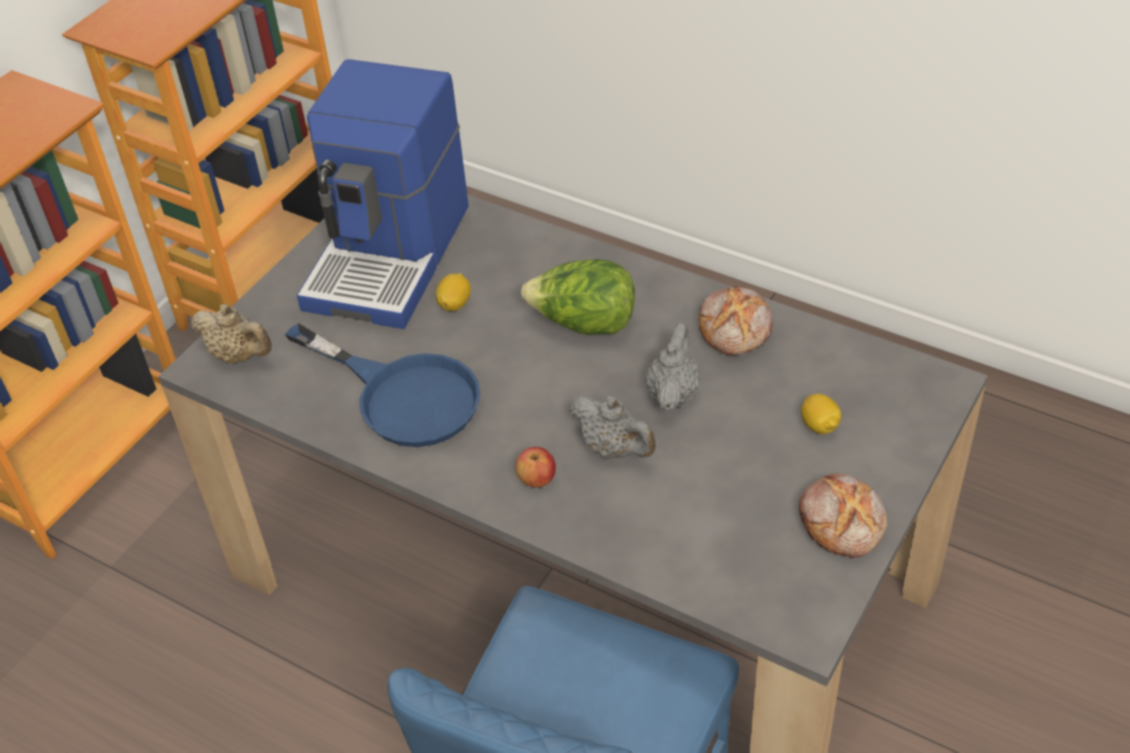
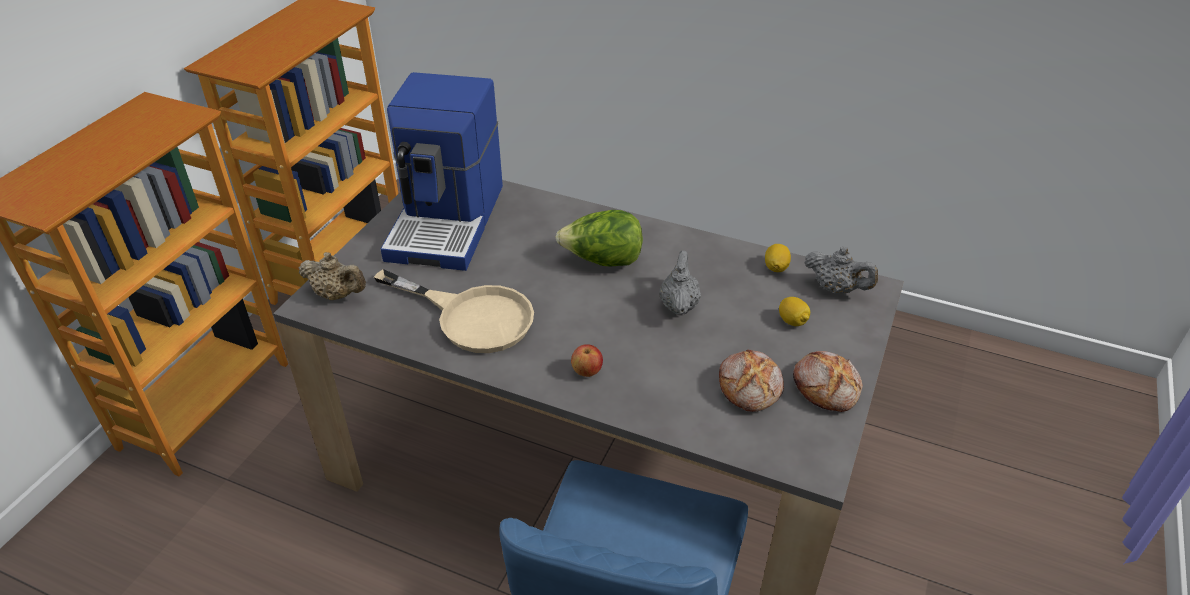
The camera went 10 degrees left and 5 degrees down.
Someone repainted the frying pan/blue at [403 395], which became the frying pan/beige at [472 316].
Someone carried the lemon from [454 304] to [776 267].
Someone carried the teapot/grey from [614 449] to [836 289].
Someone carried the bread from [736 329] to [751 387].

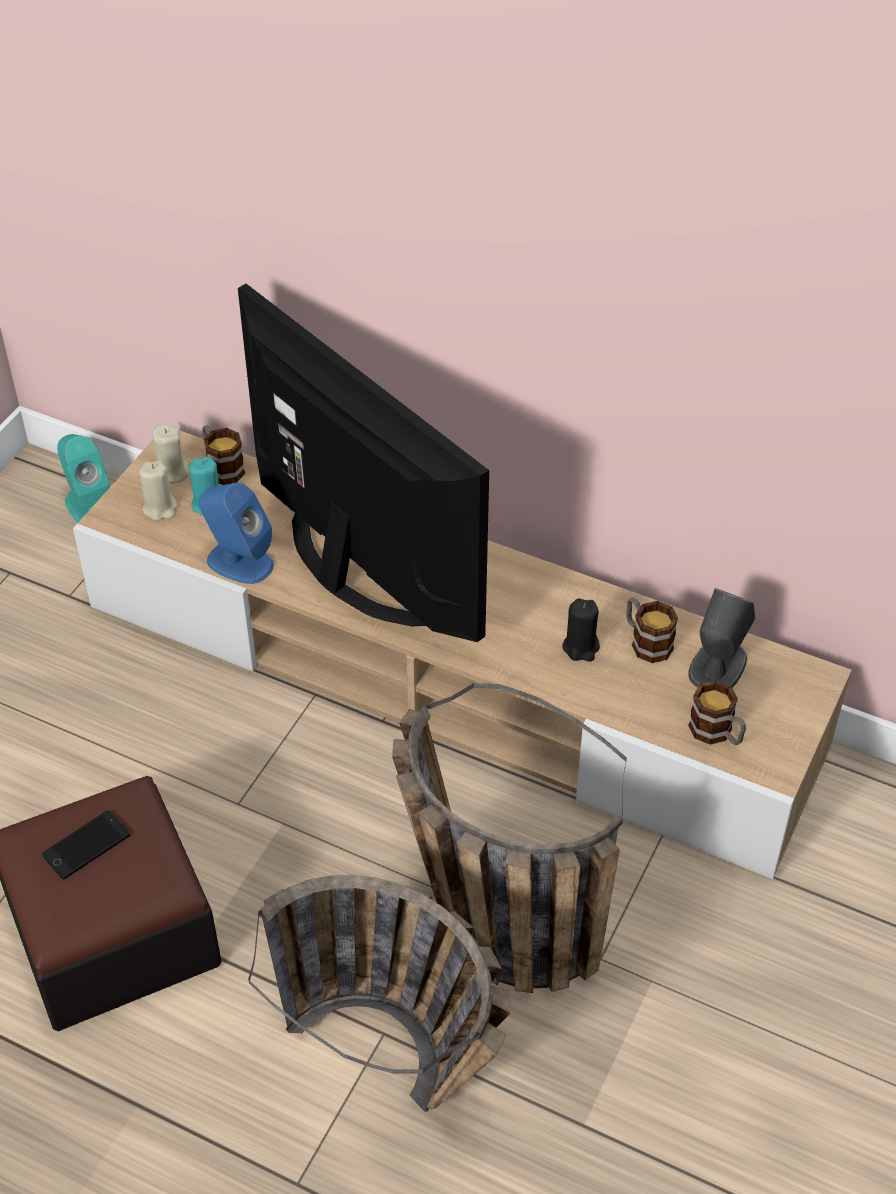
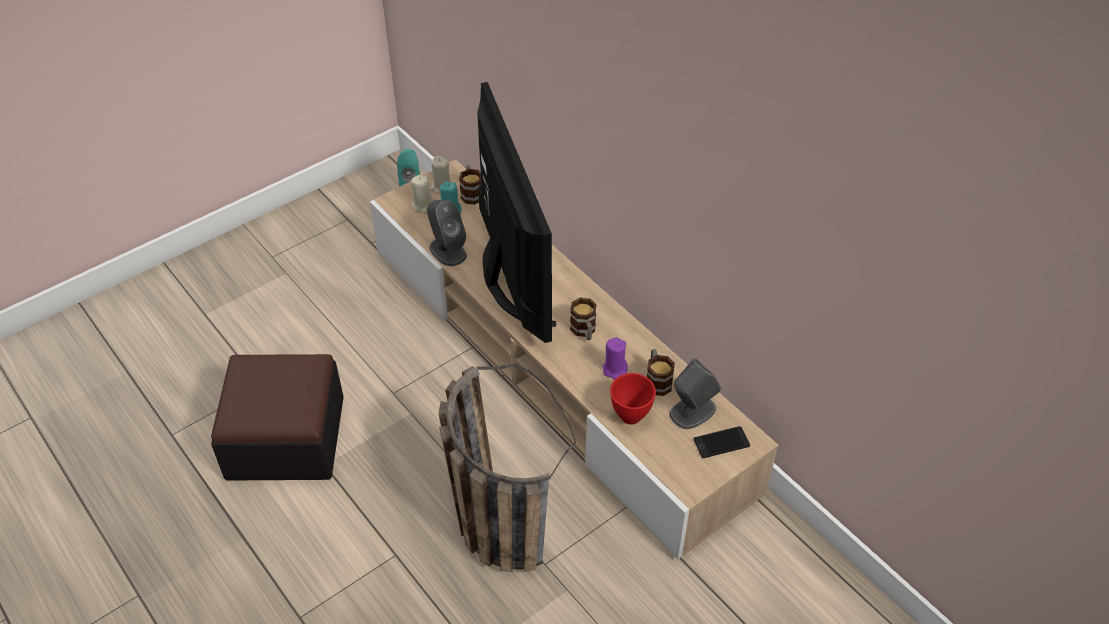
The camera went 25 degrees right and 0 degrees up.
Someone carried the phone from [86 845] to [721 443].
Someone repainted the speaker/blue at [239 562], which became the speaker/grey at [447 251].
Someone took away the basket at [402 1067].
Someone repainted the candle/black at [581 647], which became the candle/purple at [614 369].
Someone carried the mug from [717 733] to [584 331].
Someone put down the bowl/red at [629 416].

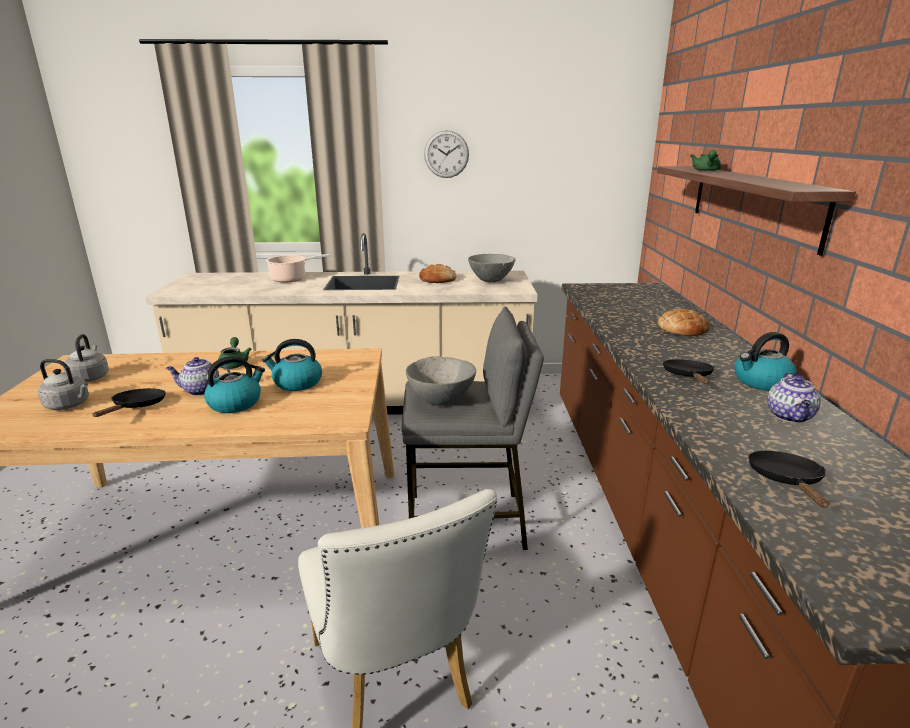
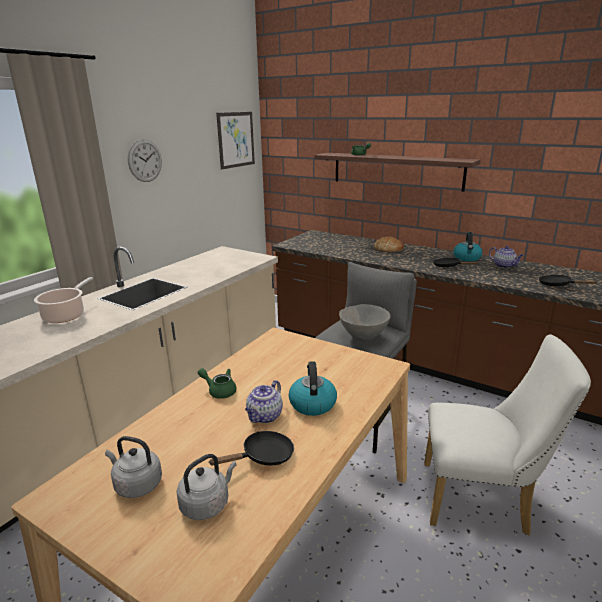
The camera went 55 degrees left and 0 degrees up.
Someone rotated the frying pan/black at [137 407] by 105 degrees clockwise.
Someone took away the kettle at [297 383].
Someone took away the bread at [438 279].
Someone took away the bowl/grey at [491 281].
Someone put up the picture at [236 139].

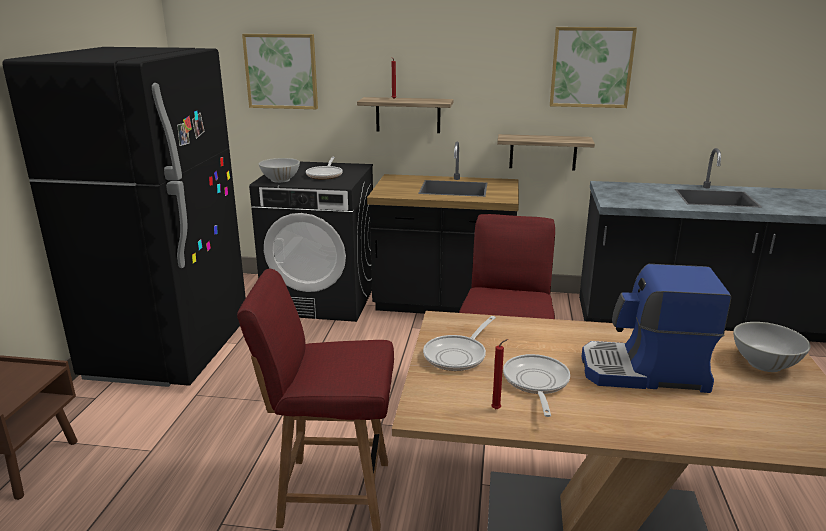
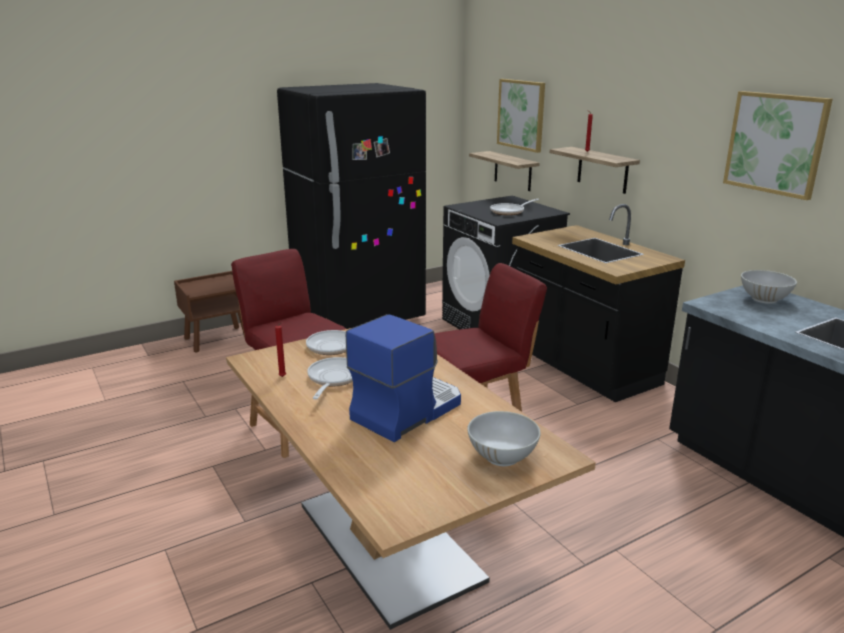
The camera went 50 degrees right and 0 degrees up.
Someone carried the bowl/white from [280 180] to [764 299].
Someone carried the shelf from [543 152] to [513 171].
Someone rotated the frying pan at [536 383] by 45 degrees counterclockwise.
Someone rotated the coffee machine at [644 372] by 75 degrees clockwise.

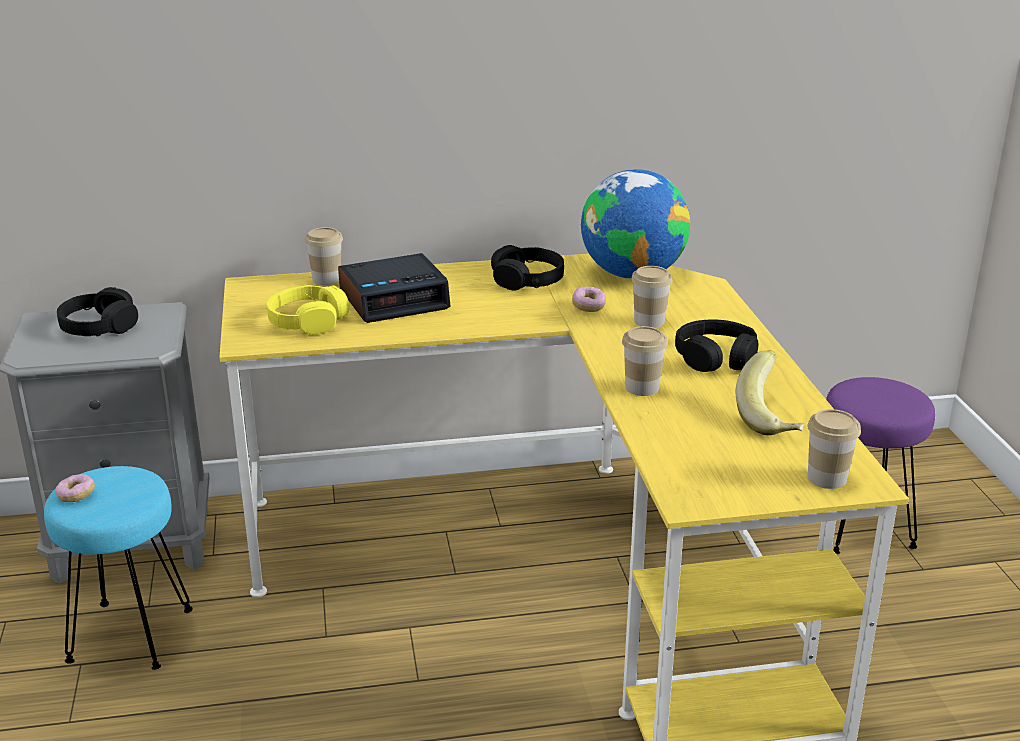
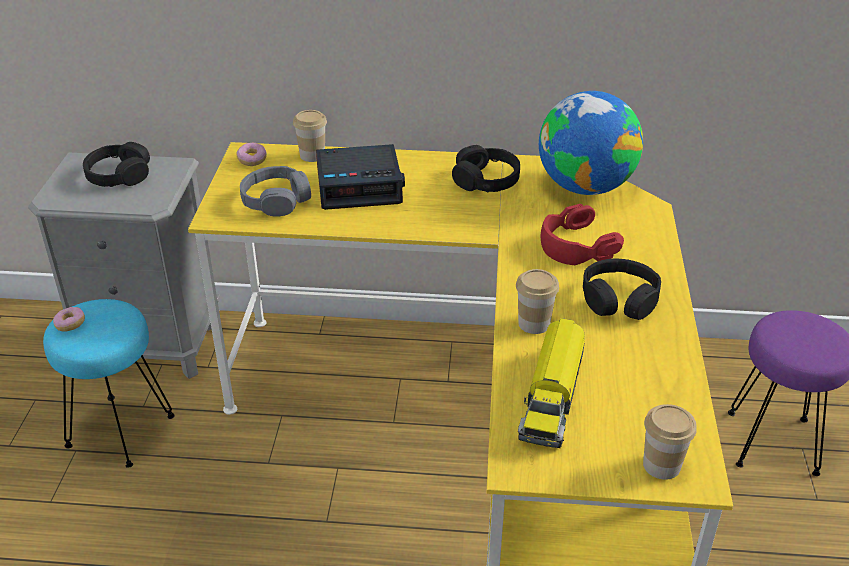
The camera went 15 degrees right and 10 degrees up.
Someone repainted the headphones/yellow at [308 321], which became the headphones/grey at [276 200].
Someone carried the donut from [588 306] to [252 160].
Someone swapped the cup at [649 321] for the headphones/red at [575 245].
Someone took away the banana at [772 418].
Someone put down the toy truck at [552 395].

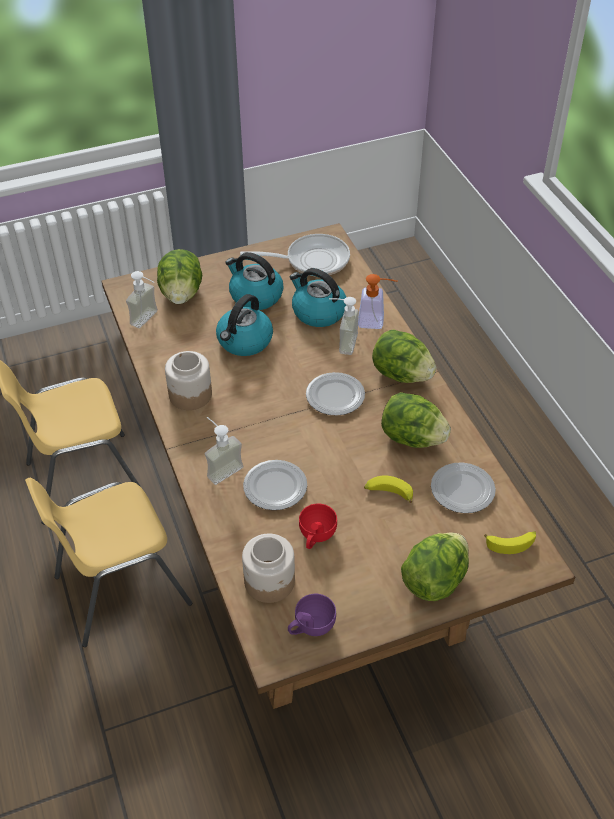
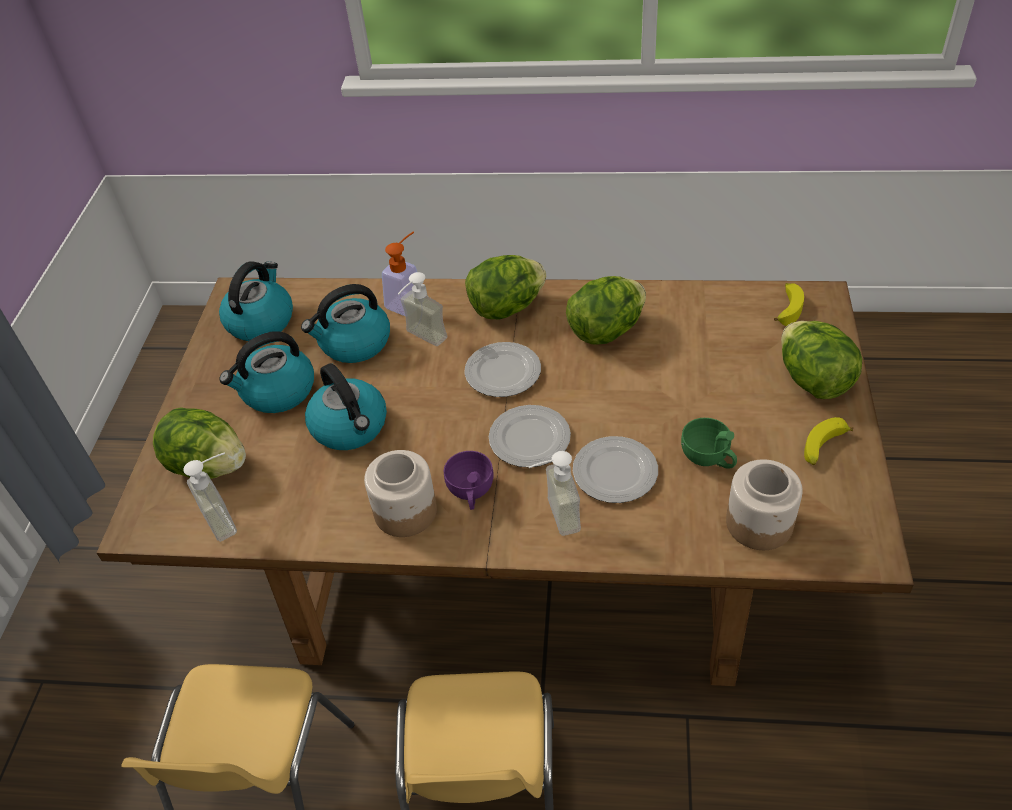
The camera went 60 degrees left and 0 degrees up.
Someone swapped the frying pan at [312 260] for the kettle at [261 321].
Someone carried the cup/purple from [311 626] to [471 493].
Someone repainted the cup/red at [316 536], which became the cup/green at [709 458].
Someone carried the banana from [388 493] to [823 448].
Someone carried the plate from [461 490] to [529 440].

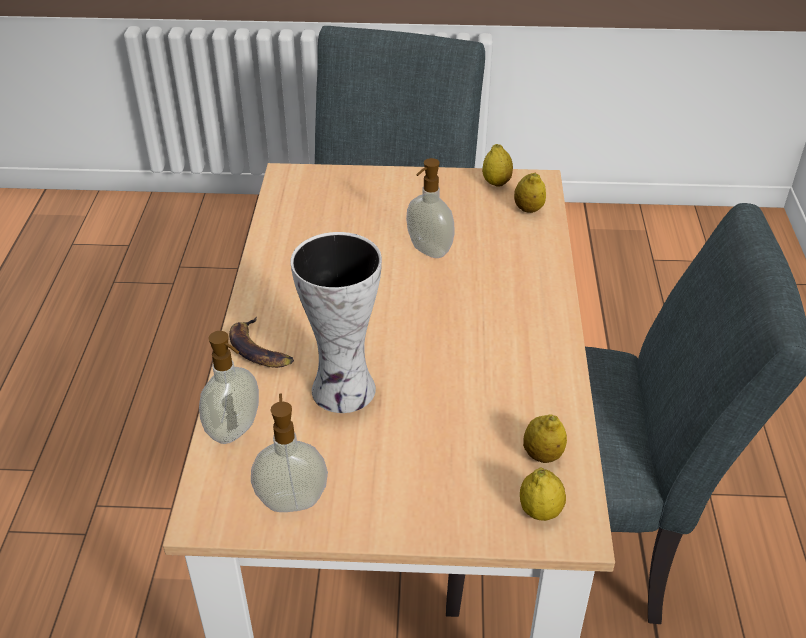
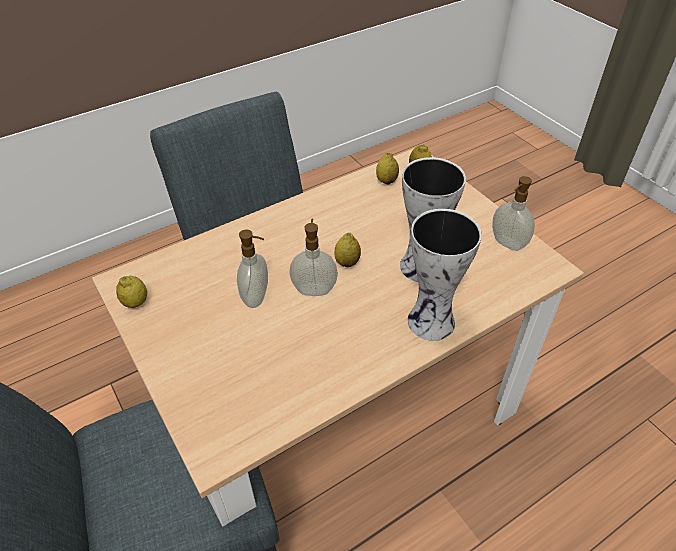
The camera went 125 degrees left and 5 degrees up.
Someone carried the soap dispenser from [235 430] to [314 289].
Someone swapped the banana at [260 349] for the vase at [432 323].
Someone carried the lemon from [528 209] to [347 262].

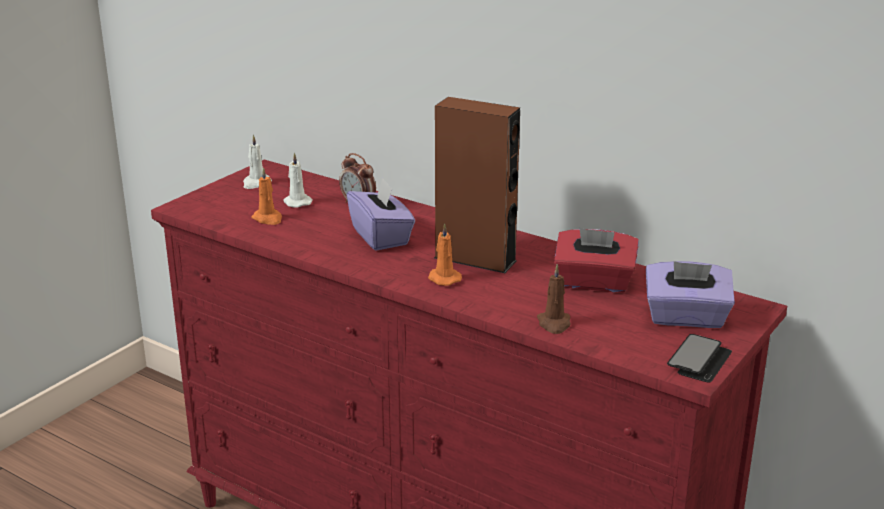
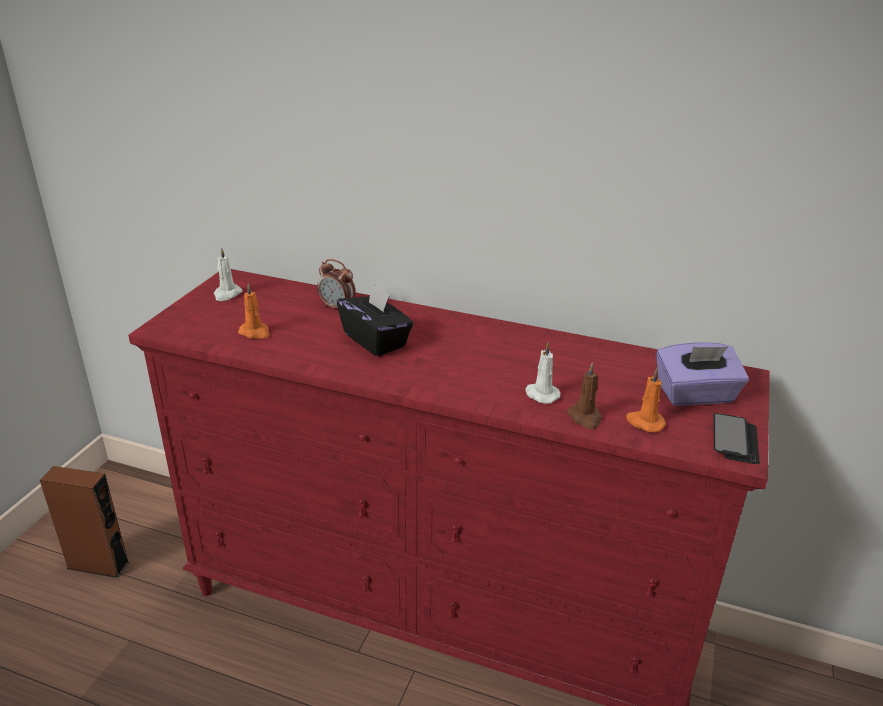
The camera went 15 degrees left and 5 degrees up.
Someone carried the candle/white from [296 202] to [541 394].
Someone repainted the tissue box/purple at [381 237], which became the tissue box/black at [375 340].
Someone carried the candle/orange from [443 278] to [644 422].
Someone carried the speaker/brown from [475 259] to [98 565].
Someone took away the tissue box/red at [594 283].

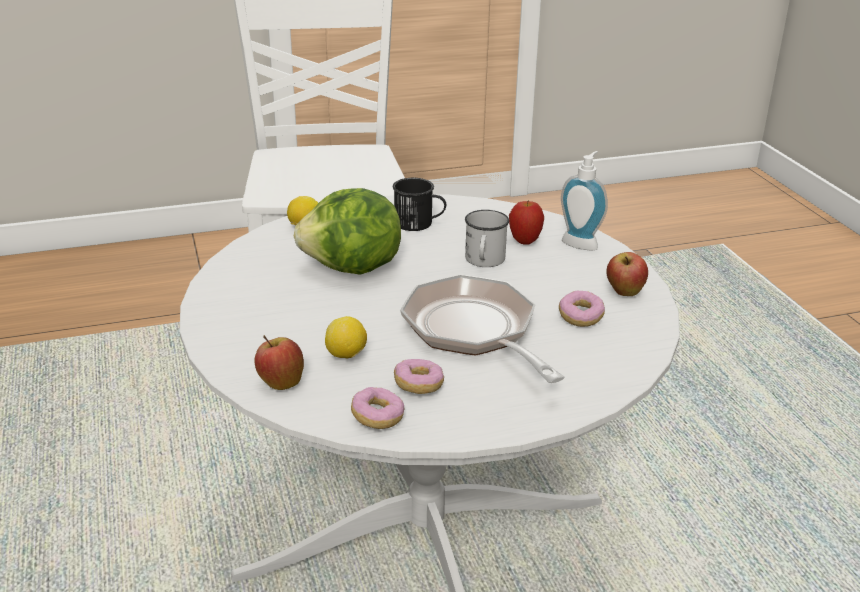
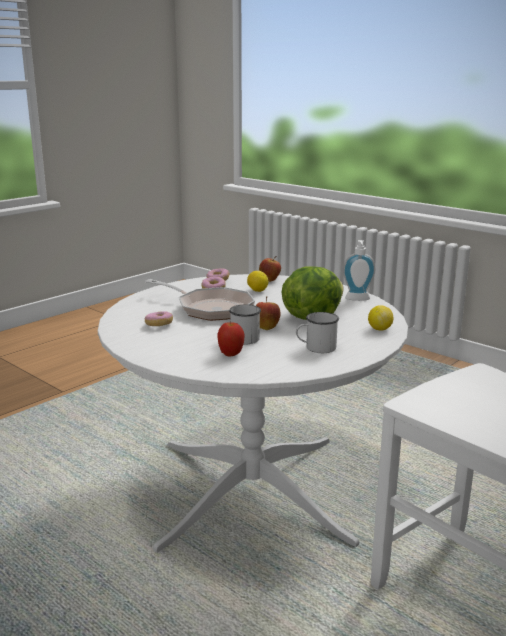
The camera went 150 degrees right and 10 degrees down.
Someone repainted the mug/black at [419 224], which became the mug/white at [316 348].
Someone carried the soap dispenser from [581 242] to [357 299].
Someone carried the apple from [624 293] to [266 327].

